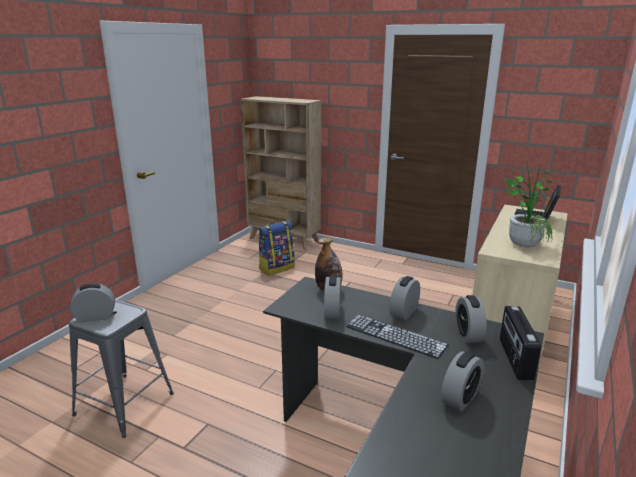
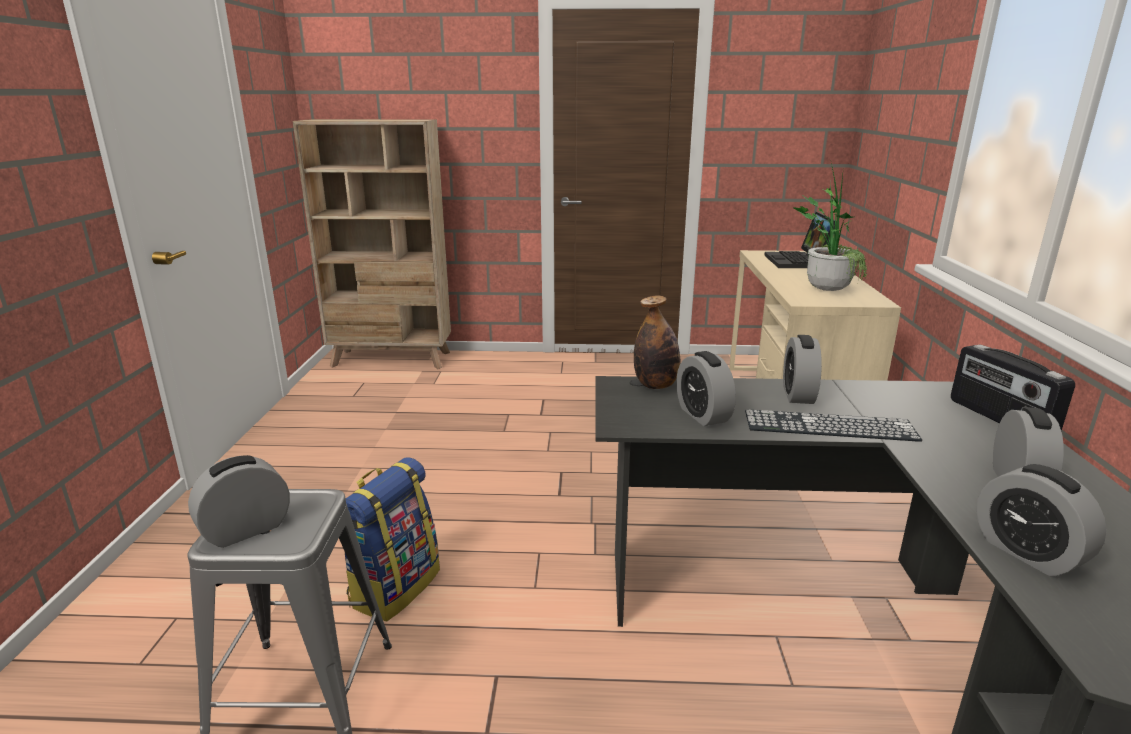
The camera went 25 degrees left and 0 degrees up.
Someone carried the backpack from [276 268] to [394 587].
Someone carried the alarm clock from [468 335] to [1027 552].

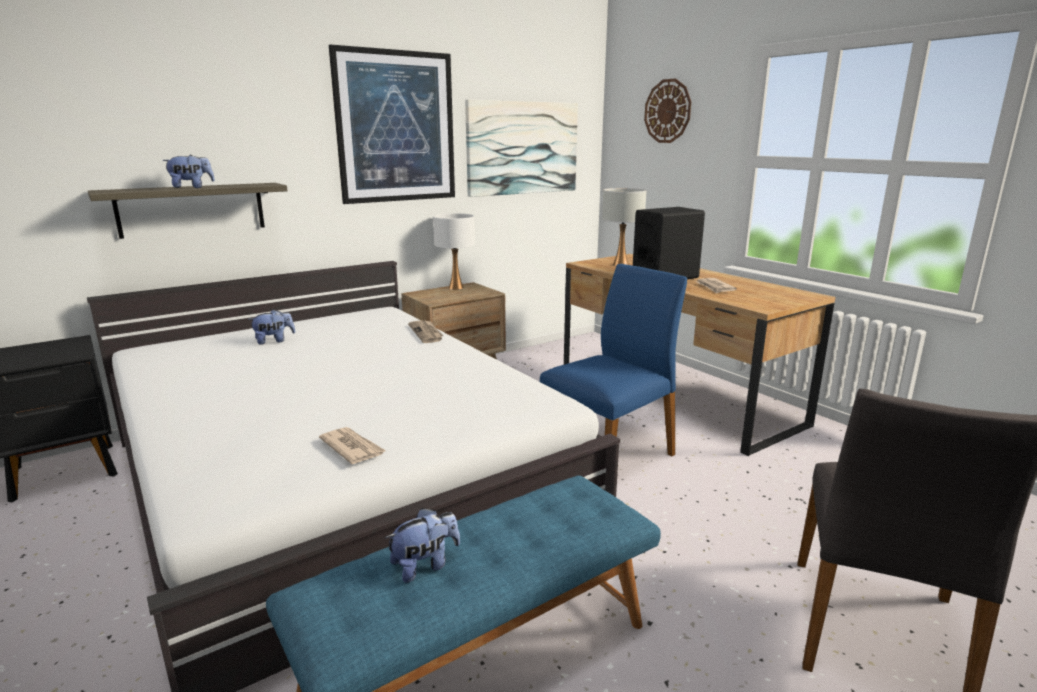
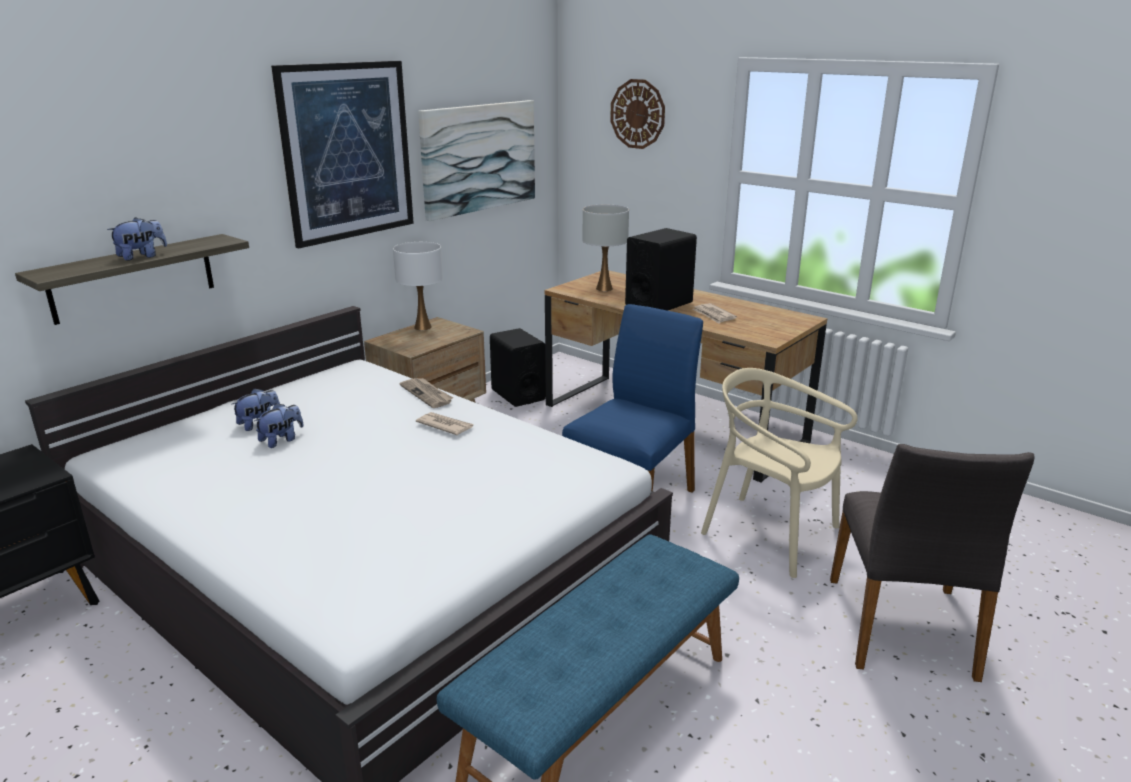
The camera went 15 degrees left and 5 degrees up.
Someone carried the newspaper from [352 448] to [445 425].
Someone carried the plush toy from [425 565] to [281 440].
Someone put down the speaker/black at [518 394].
Someone put down the chair/beige at [770 534].

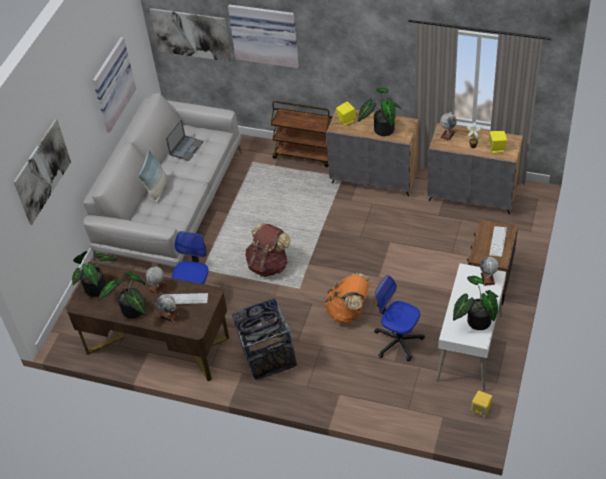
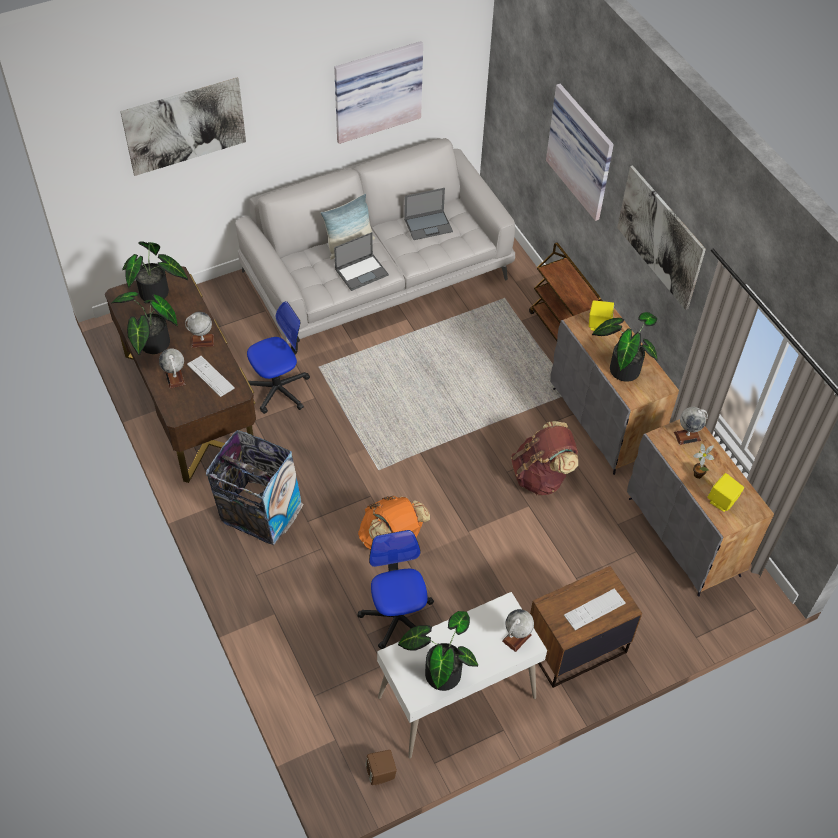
The camera went 40 degrees right and 5 degrees up.
Someone carried the picture from [191 34] to [660 237].
Someone carried the backpack/brown from [268 265] to [541 476].
Someone repainted the speaker/yellow at [481 409], which became the speaker/brown at [381 773].
Someone put down the laptop at [362 272].

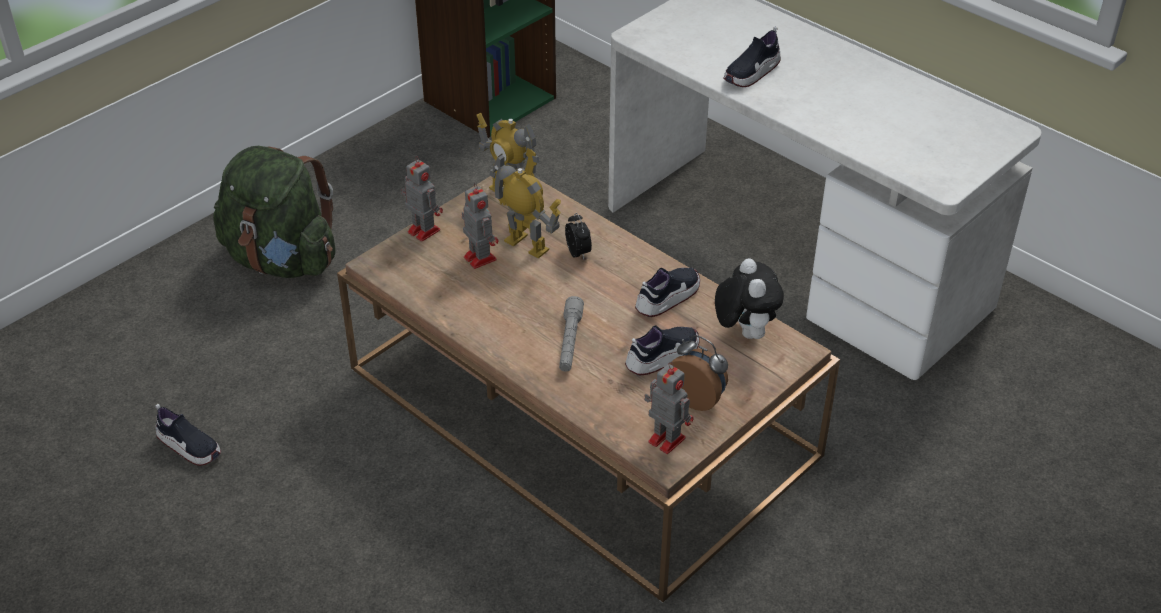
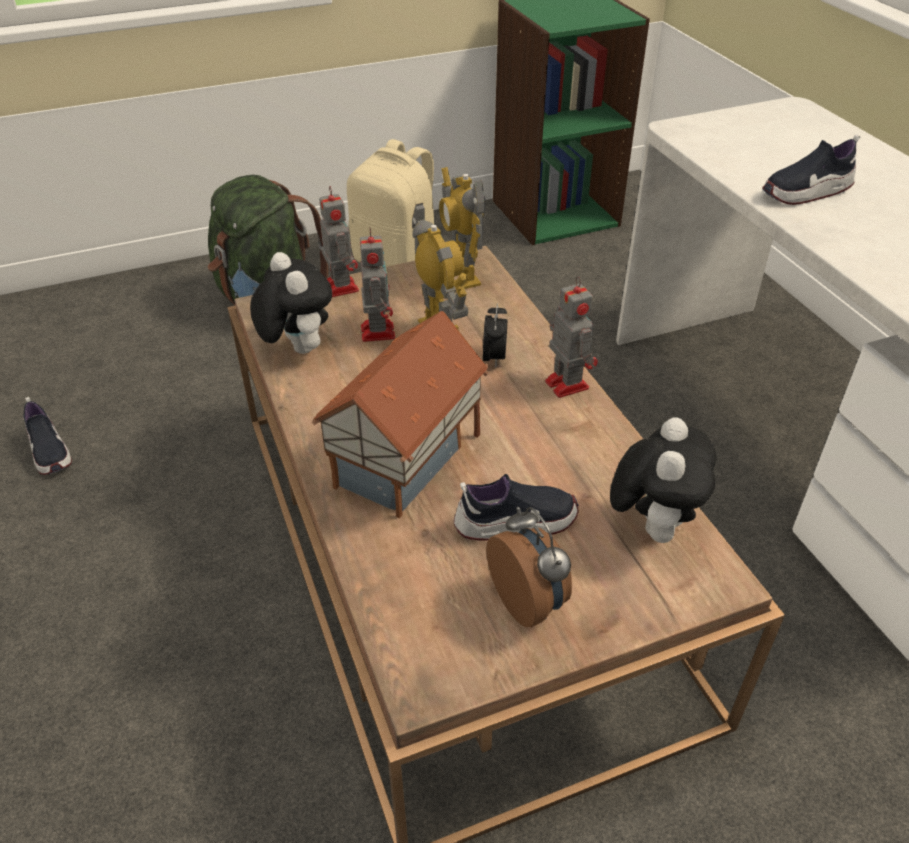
The camera went 25 degrees right and 0 degrees up.
Someone swapped the flashlight/grey at [570 341] for the toy house at [410 461].
Someone took away the shoe at [667 298].
Someone carried the toy robot from [665 439] to [565 383].
Someone put down the plush toy at [296 348].
Someone put down the backpack/beige at [398 263].

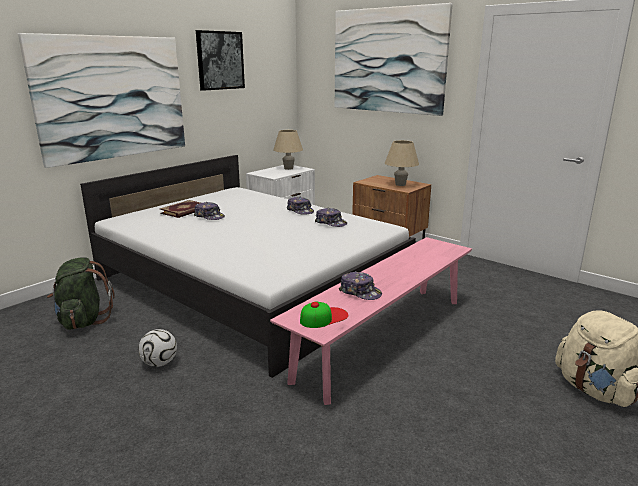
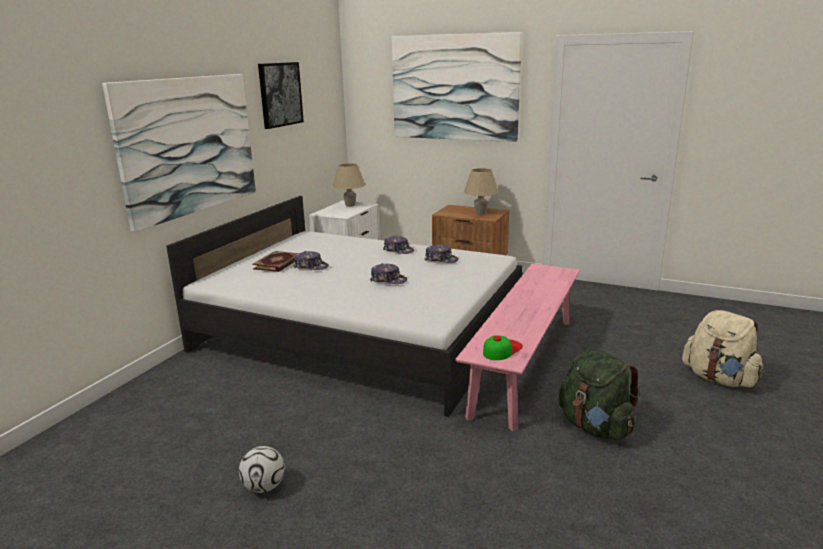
The camera went 15 degrees left and 0 degrees up.
Someone carried the backpack/green from [83 320] to [595 427].
Someone carried the football from [160 363] to [264 487].
Someone carried the cap from [360 292] to [388 280].

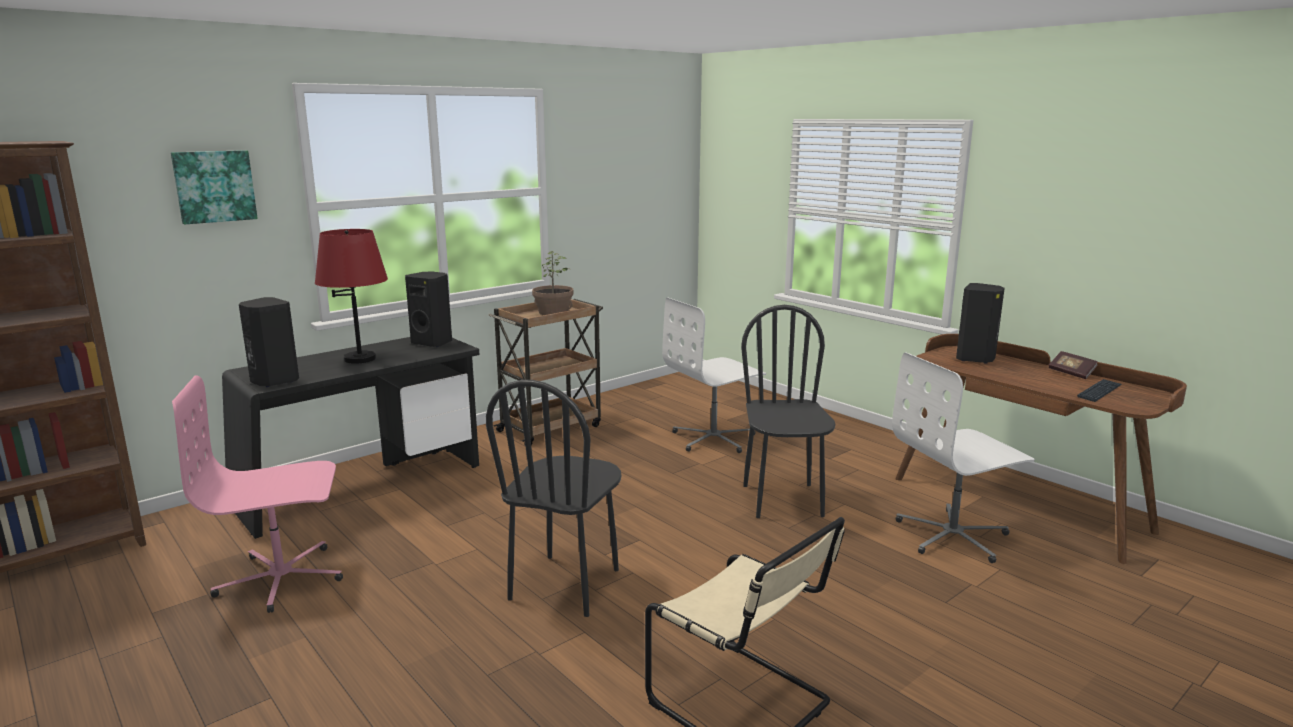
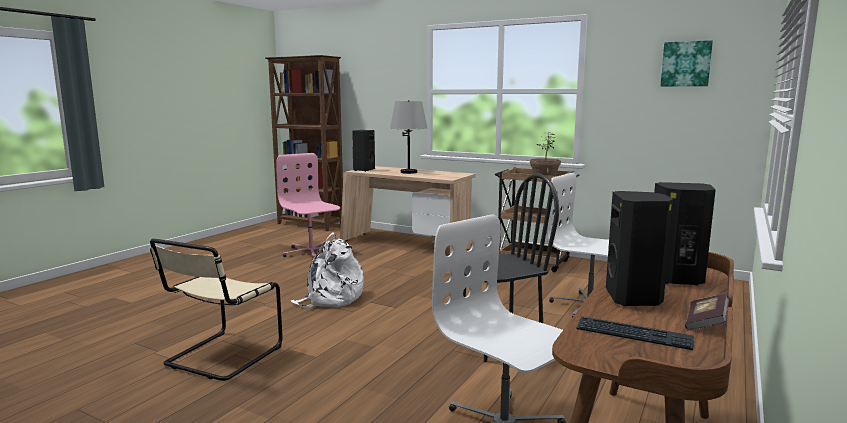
The camera went 70 degrees right and 5 degrees down.
Someone carried the picture from [214 186] to [686 64].
Someone repainted the desk/black at [363 487], which became the desk/beige at [406 245].
Someone repainted the table lamp/red at [360 359], which became the table lamp/grey at [409 172].
Someone carried the speaker/black from [433 343] to [634 298].
Someone swapped the chair/black at [565 584] for the backpack/white at [331 299].

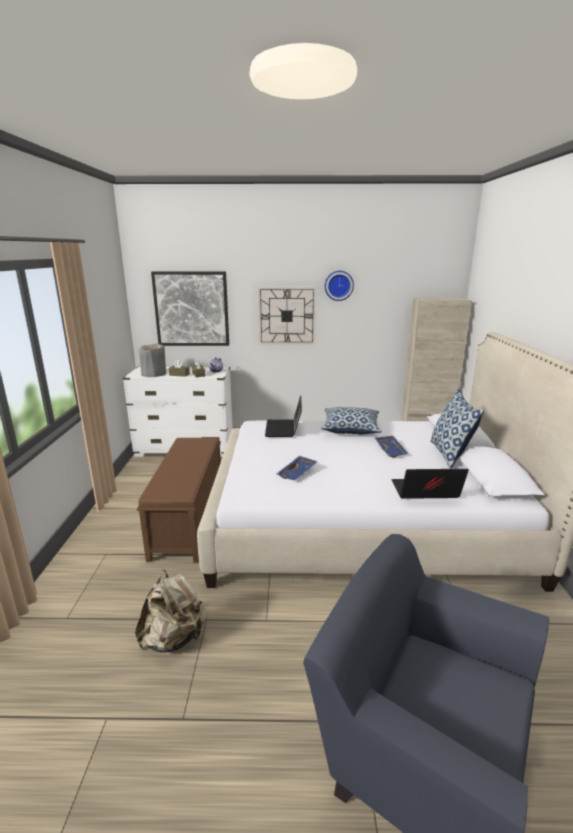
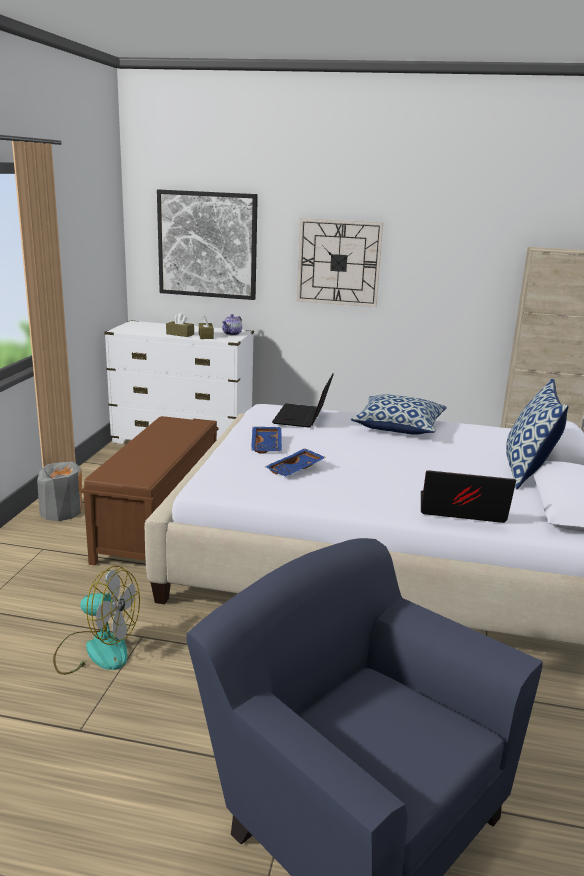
The camera went 10 degrees right and 0 degrees up.
Someone swapped the backpack/beige at [174 638] for the fan at [96 649].
Someone carried the vase/grey from [154 373] to [62 511].
Someone took away the wall clock at [338 285].
Someone carried the tray/blue from [391 450] to [267 445].

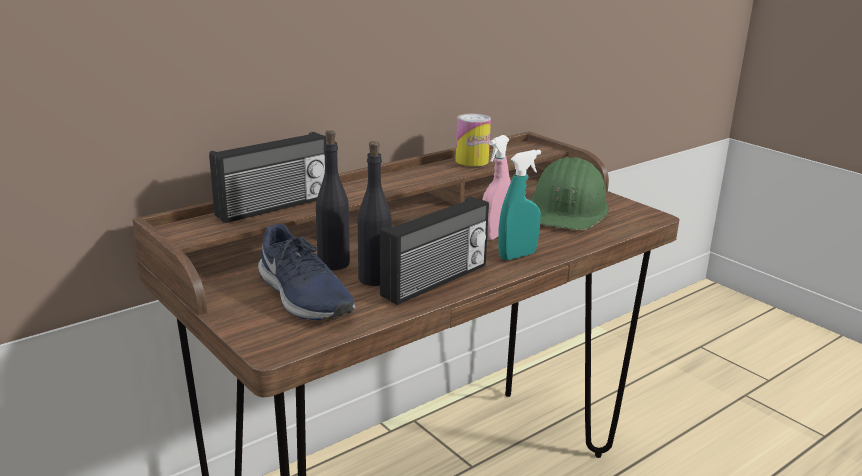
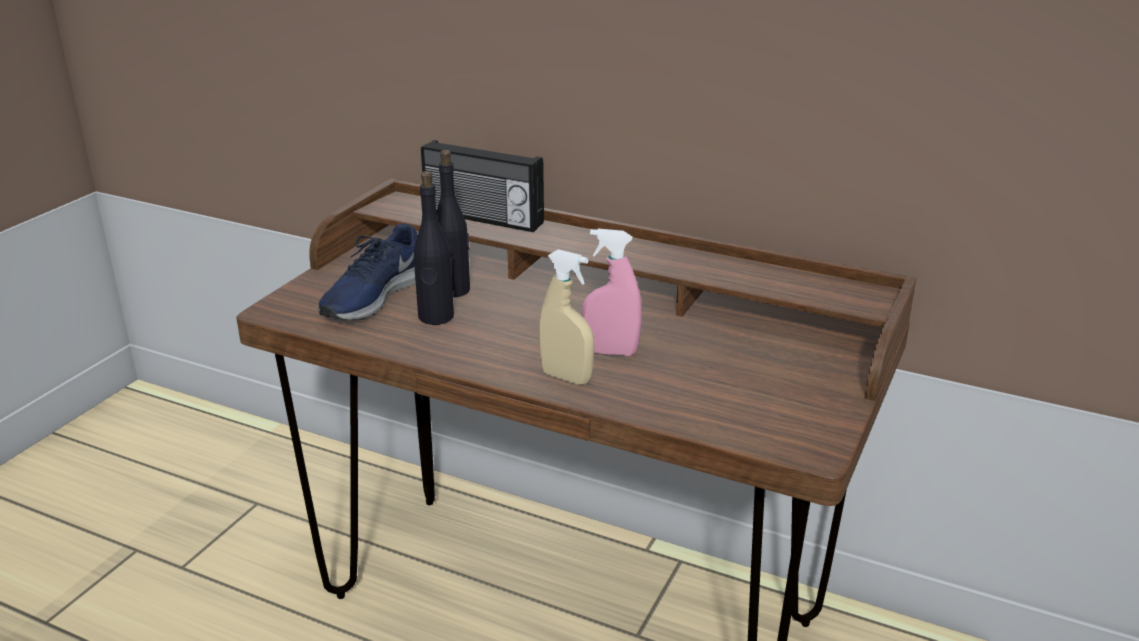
The camera went 65 degrees right and 5 degrees up.
Someone took away the radio at [436 281].
Someone took away the can at [472 161].
Someone repainted the spray bottle/turquoise at [517 255], which became the spray bottle/beige at [566 377].
Someone took away the hard hat/green at [568 210].

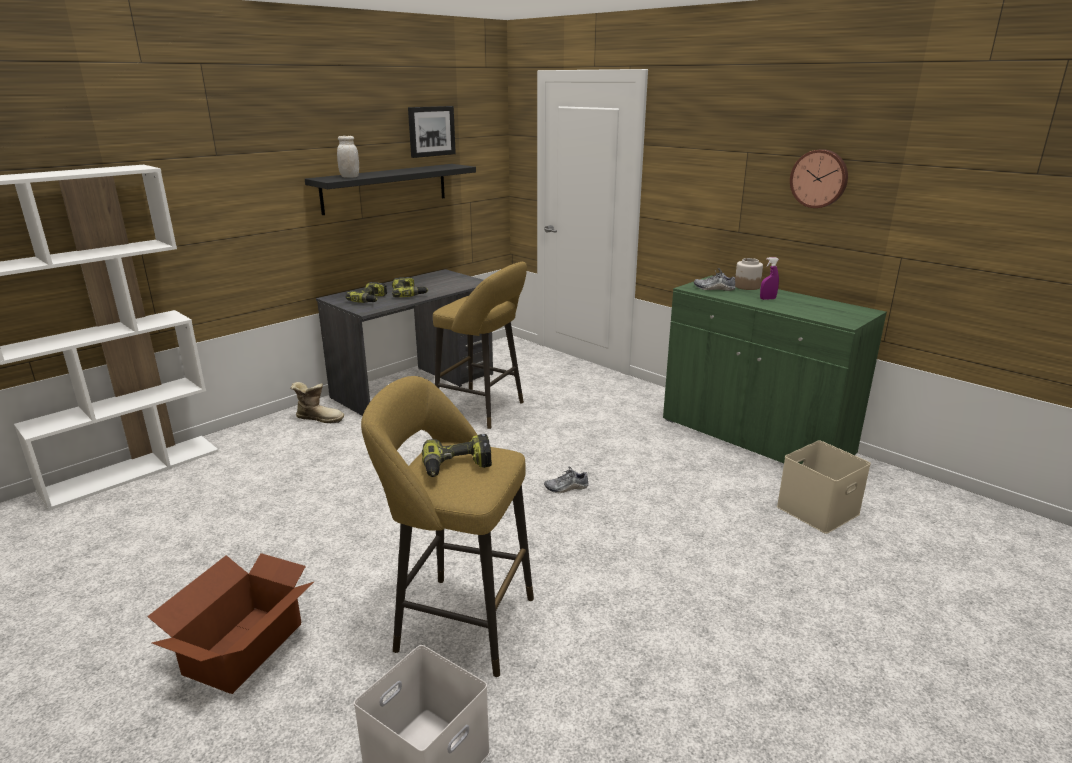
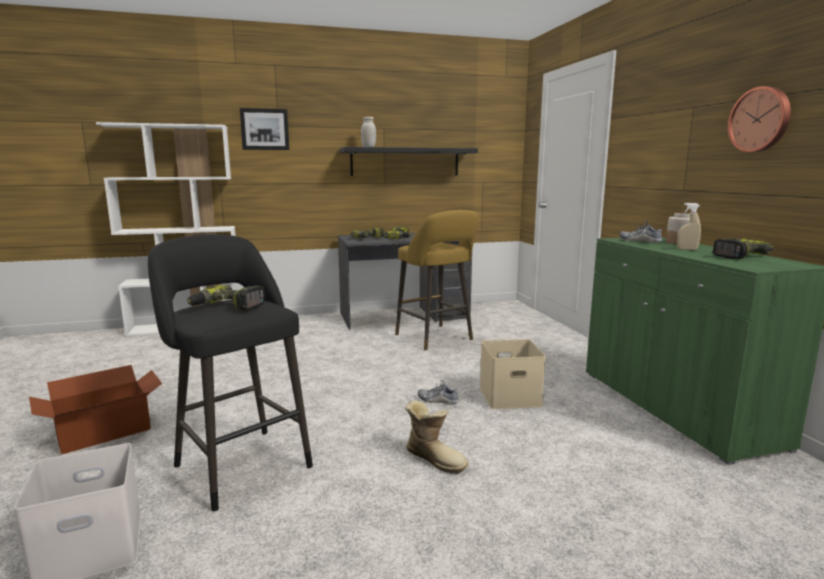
The camera went 30 degrees right and 10 degrees down.
Someone carried the boot from [319 418] to [435 458].
Someone repainted the stool/yellow at [457 622], which became the stool/black at [239 463].
Someone carried the picture from [431 131] to [265 129].
Someone repainted the spray bottle/purple at [767 299], which became the spray bottle/beige at [687 249].
Someone carried the storage box/beige from [818 511] to [509 397].
Someone put down the power drill at [735 255].

